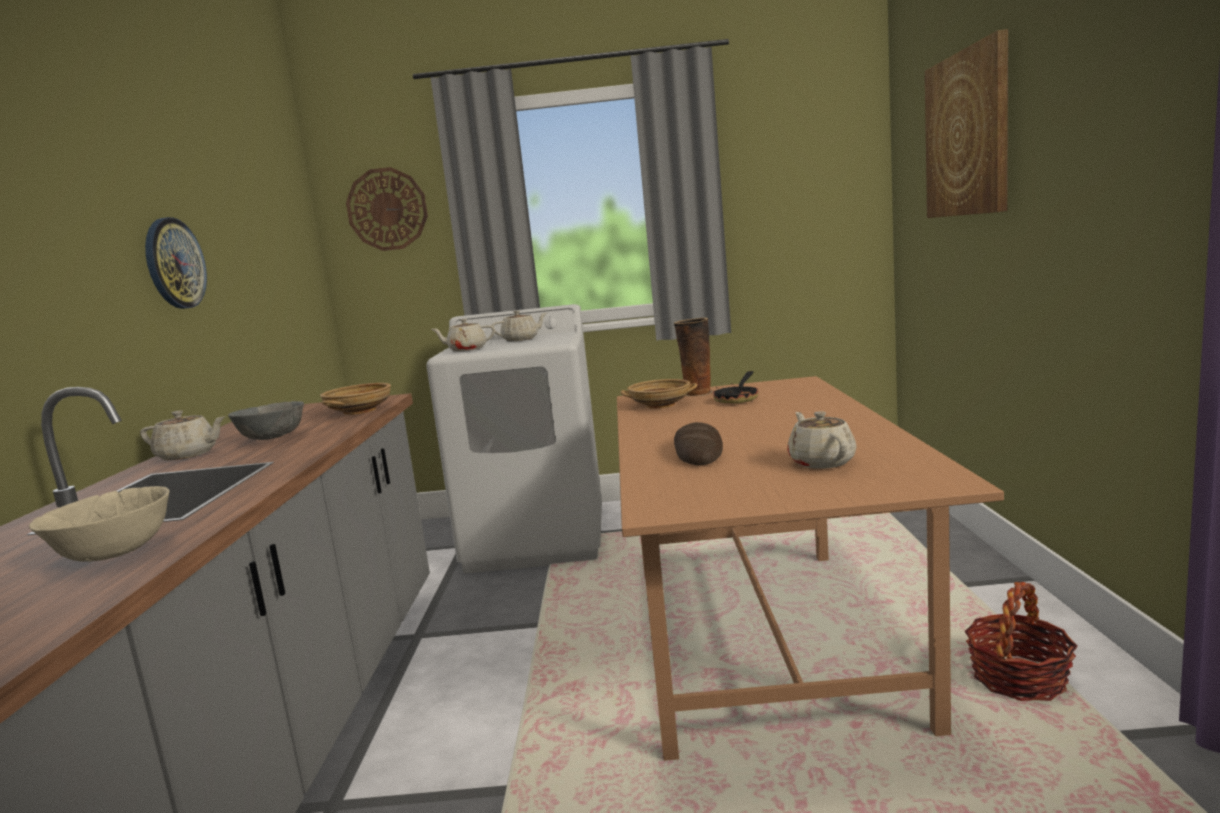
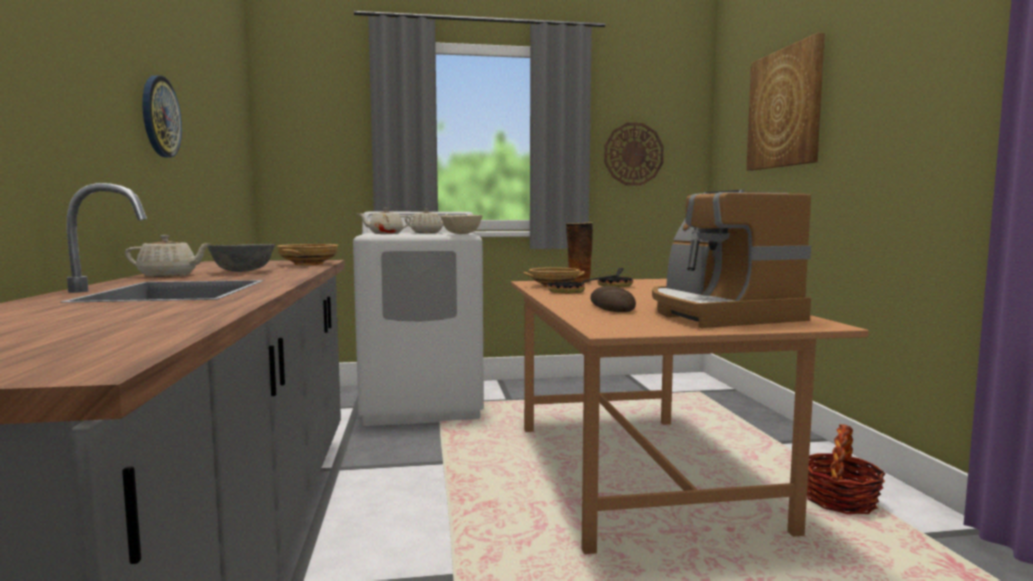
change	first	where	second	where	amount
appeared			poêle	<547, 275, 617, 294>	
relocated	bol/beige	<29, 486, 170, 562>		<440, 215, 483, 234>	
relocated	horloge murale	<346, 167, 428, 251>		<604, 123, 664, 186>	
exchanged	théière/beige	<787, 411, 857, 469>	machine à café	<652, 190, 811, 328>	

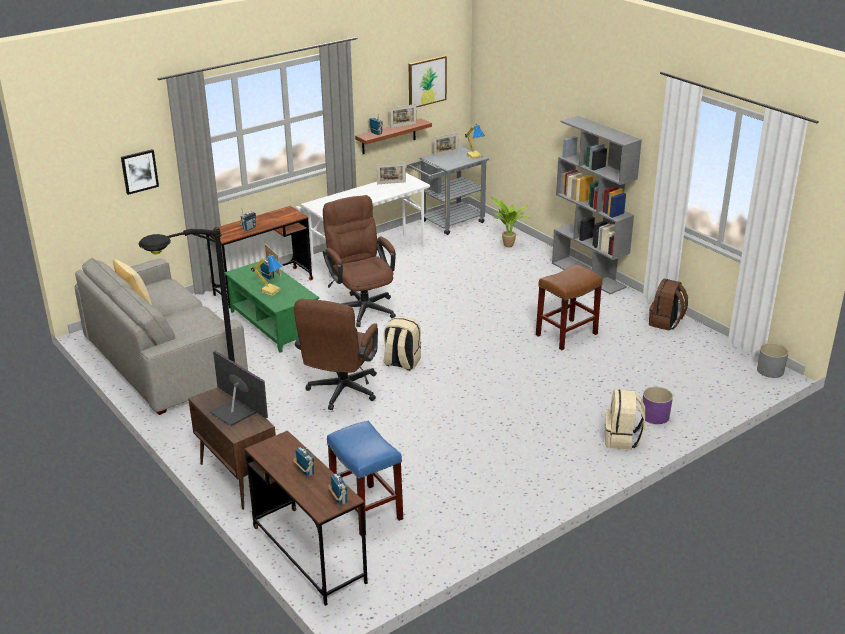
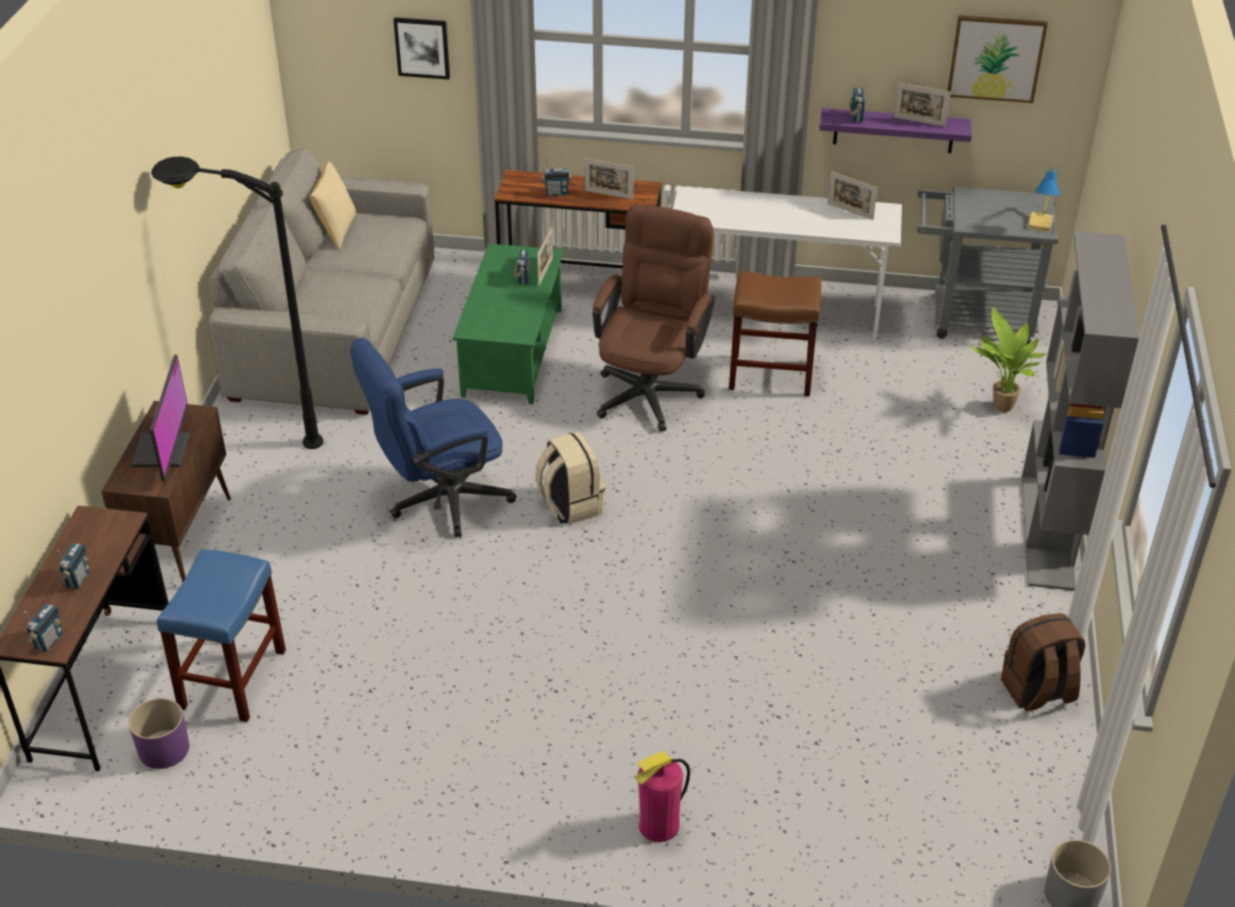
change	first	where	second	where	amount
missing	lampe de table	<251, 254, 283, 296>			
relocated	cadre photo	<434, 133, 458, 156>		<584, 158, 634, 199>	
relocated	tabouret/marron	<536, 264, 603, 350>		<729, 271, 821, 397>	
relocated	cache-pot/violet	<641, 387, 673, 424>		<128, 698, 189, 769>	
exchanged	sac à dos/beige	<605, 390, 645, 450>	extincteur	<635, 751, 690, 842>	
colour	chaise de bureau/marron	<294, 299, 378, 410>	chaise de bureau/bleu	<351, 338, 516, 537>	
colour	étagère/marron	<355, 118, 432, 154>	étagère/violet	<819, 108, 972, 153>	

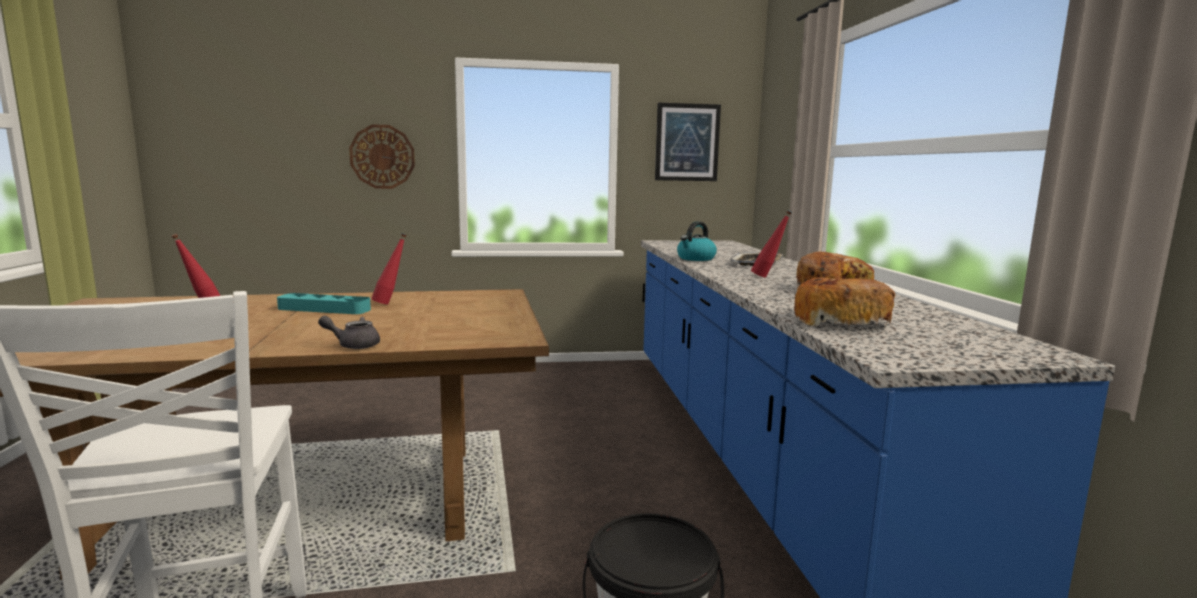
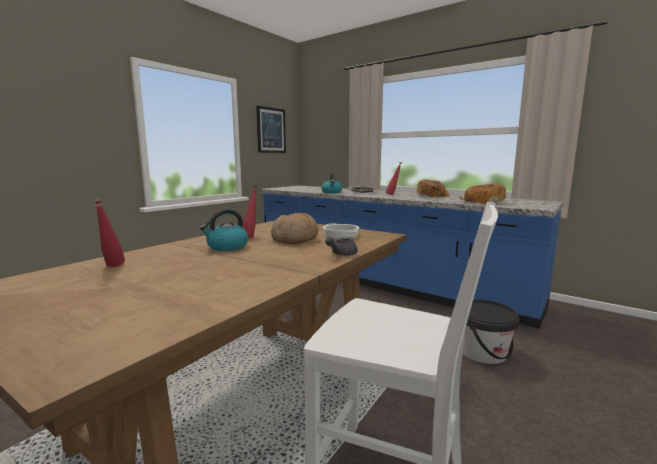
change	first	where	second	where	amount
missing	horloge murale	<349, 124, 415, 189>			
appeared			pain	<271, 213, 319, 244>	
appeared			marmite	<323, 223, 360, 238>	
exchanged	plateau/turquoise	<277, 293, 371, 314>	bouilloire	<200, 209, 248, 251>	

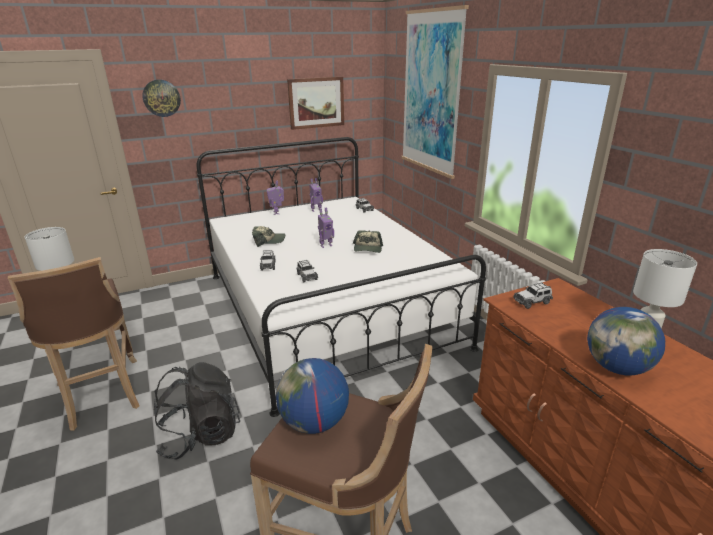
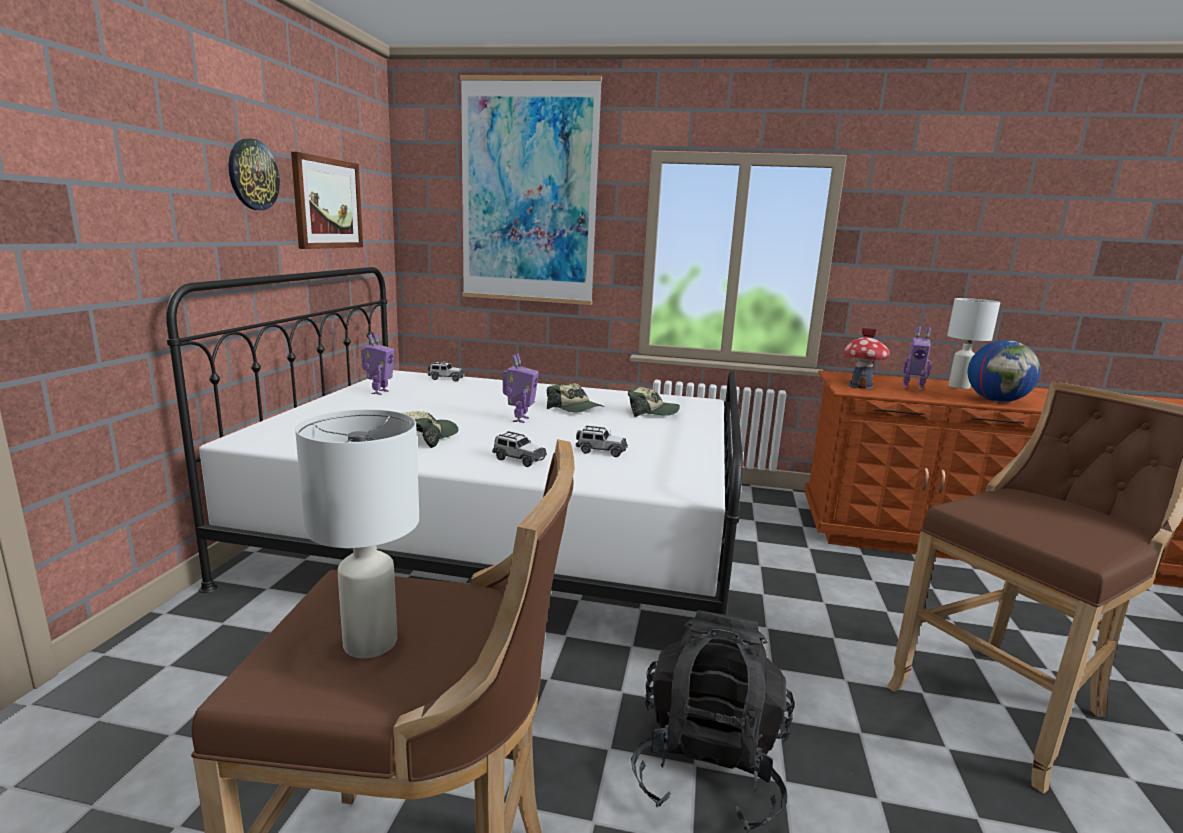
change	first	where	second	where	amount
missing	globe	<276, 358, 349, 434>			
appeared			casquette	<628, 387, 680, 417>	
relocated	horloge murale	<142, 79, 181, 117>		<229, 138, 280, 210>	
relocated	robot jouet	<267, 180, 284, 215>		<903, 326, 931, 391>	
exchanged	petite voiture	<513, 282, 553, 309>	maison miniature	<844, 328, 890, 389>	

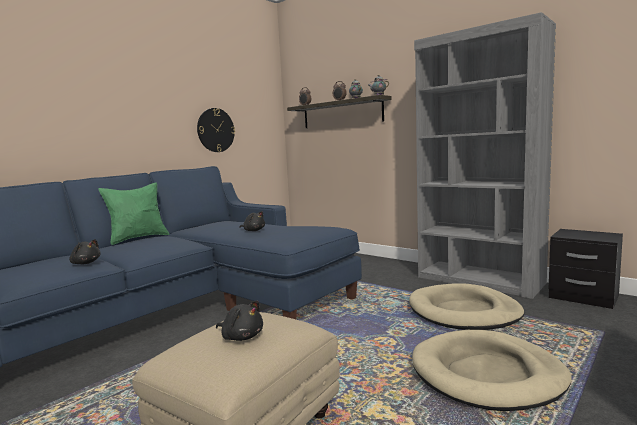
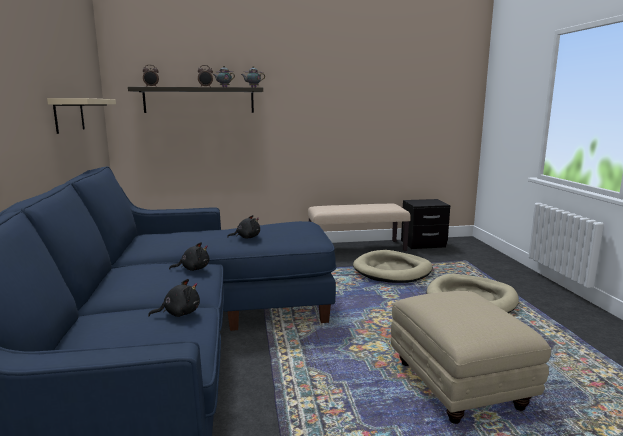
change	first	where	second	where	amount
missing	coussin/vert	<99, 182, 169, 245>			
relocated	peluche/noir	<216, 300, 263, 341>		<169, 242, 209, 271>	
exchanged	horloge murale	<197, 108, 235, 152>	étagère/beige	<47, 98, 116, 134>	
exchanged	bibliothèque/gris	<414, 12, 556, 299>	banc/beige	<308, 203, 411, 251>	

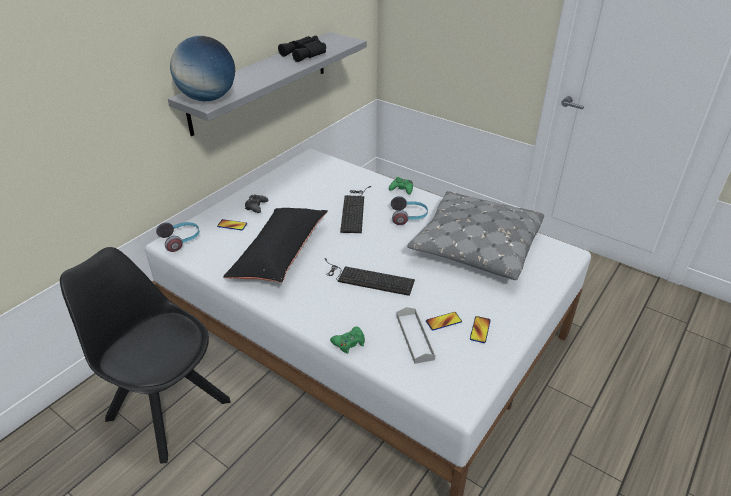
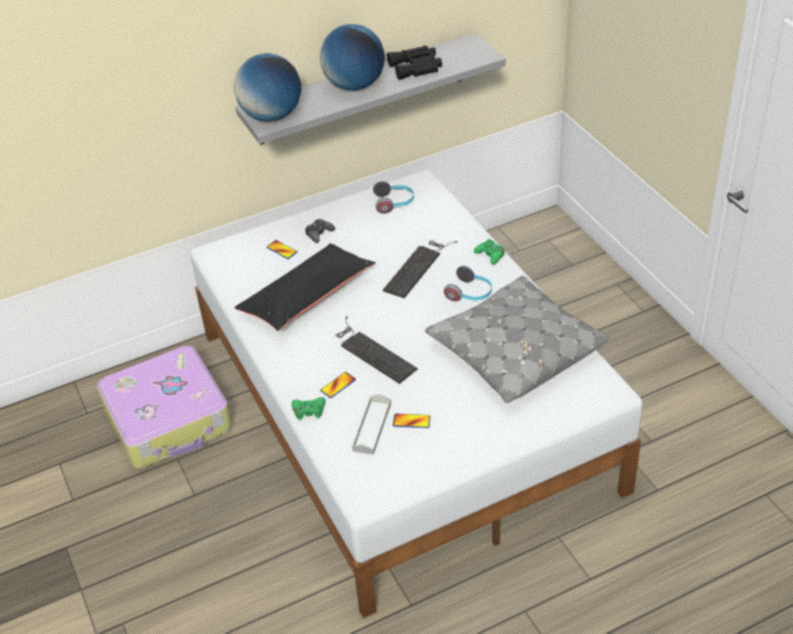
change	first	where	second	where	amount
appeared			globe	<320, 24, 385, 91>	
relocated	casque audio	<156, 222, 199, 252>		<373, 181, 414, 214>	
relocated	téléphone	<470, 316, 491, 343>		<320, 372, 356, 398>	
exchanged	chaise/noir	<60, 247, 231, 464>	valise	<97, 345, 232, 469>	

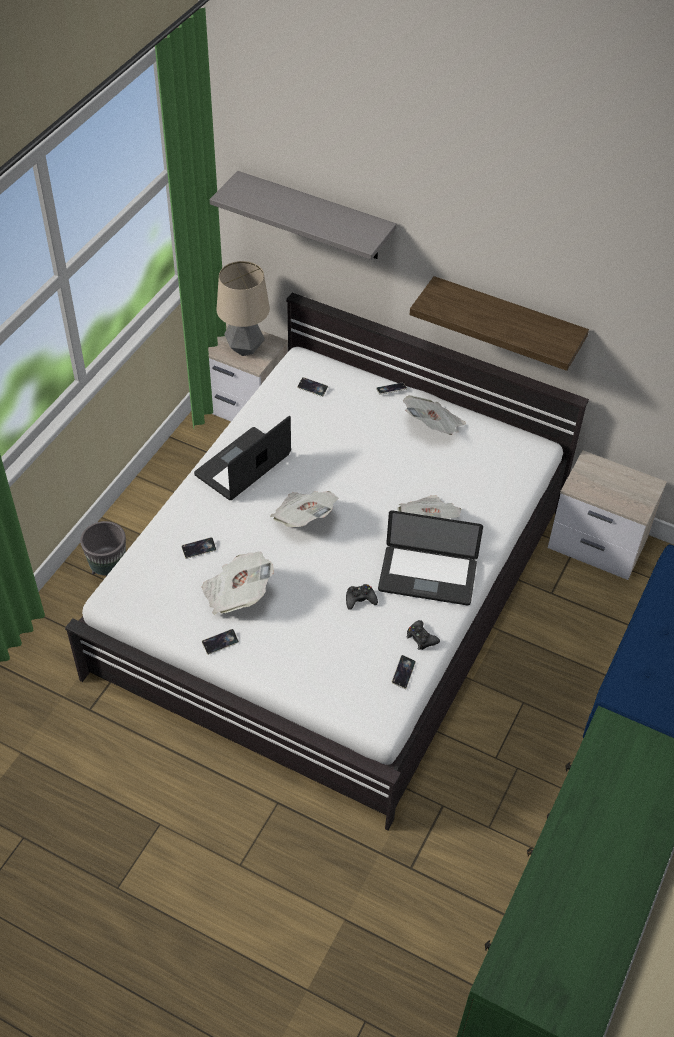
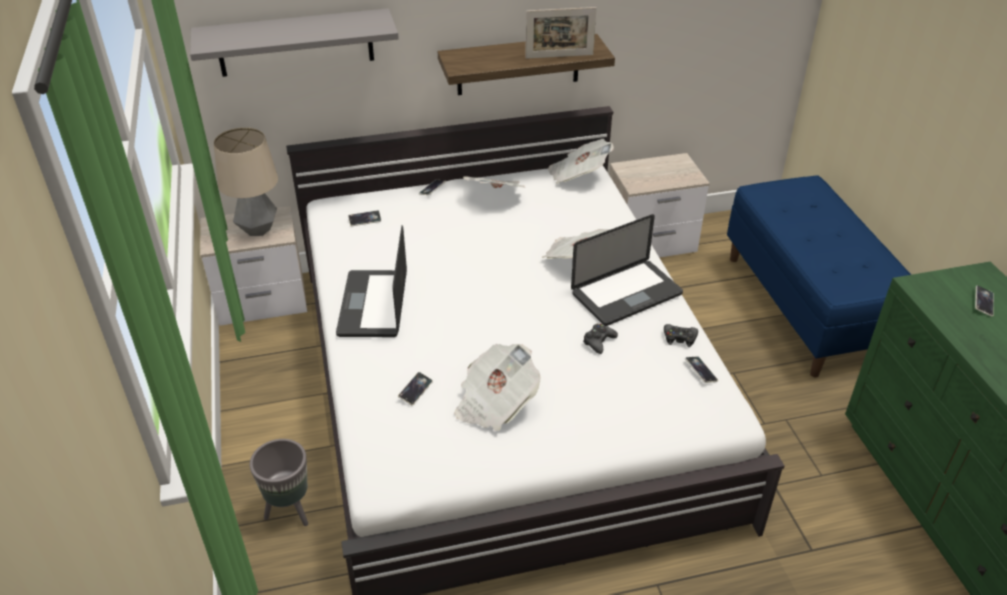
change	first	where	second	where	amount
appeared			cadre photo	<525, 7, 597, 59>	
relocated	téléphone	<202, 629, 239, 655>		<975, 286, 994, 316>	
relocated	journal	<270, 491, 339, 527>		<548, 139, 614, 184>	

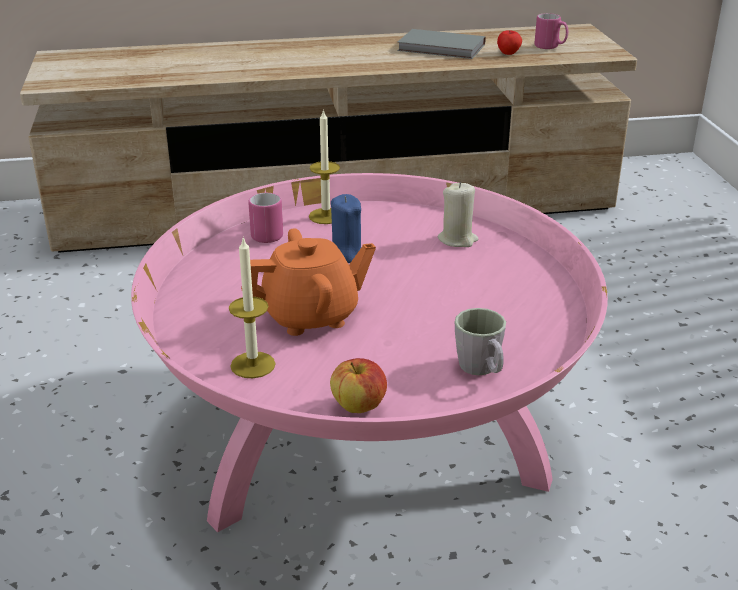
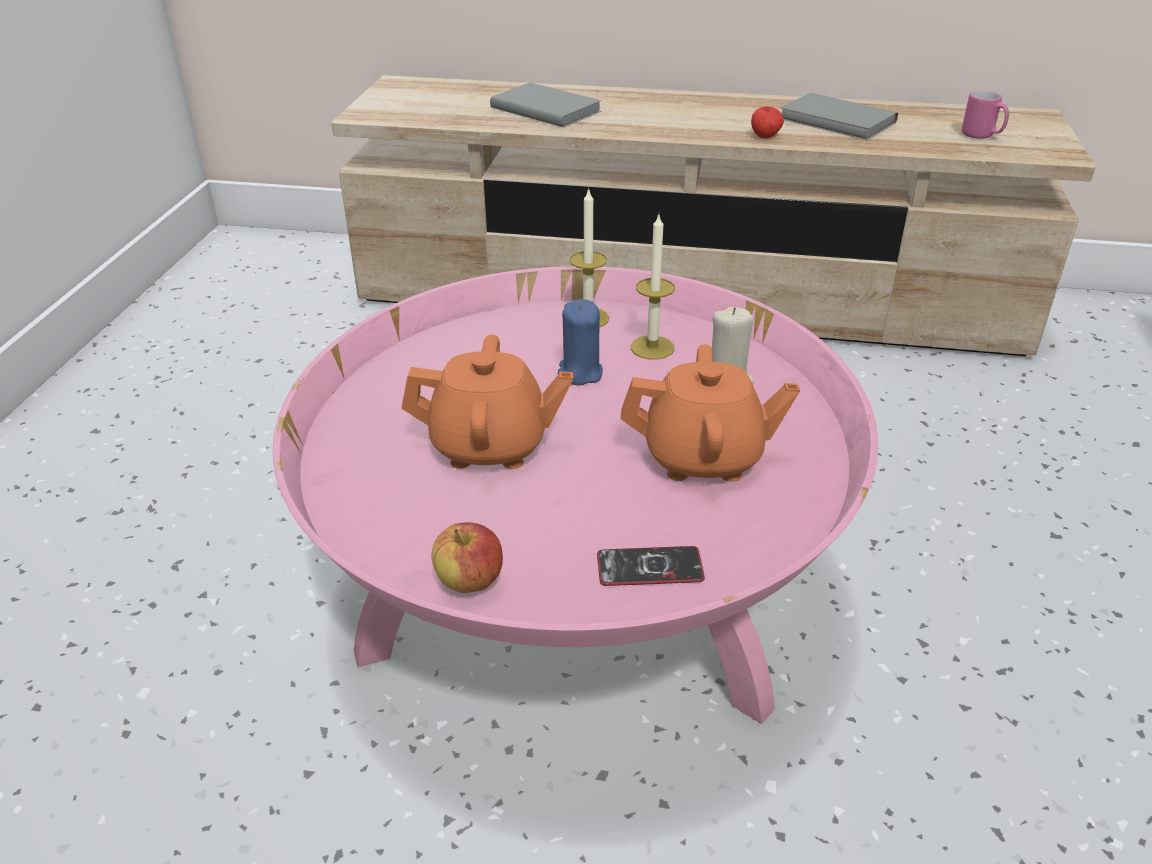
change	first	where	second	where	amount
missing	mug/rose	<248, 193, 283, 243>			
appeared			livre/gris	<490, 82, 602, 127>	
appeared			théière/orange	<621, 344, 800, 482>	
relocated	bougie	<229, 236, 276, 378>		<631, 215, 675, 360>	
relocated	pomme	<497, 30, 522, 55>		<751, 106, 784, 139>	
exchanged	mug/gris	<455, 308, 506, 375>	téléphone	<597, 546, 705, 586>	

